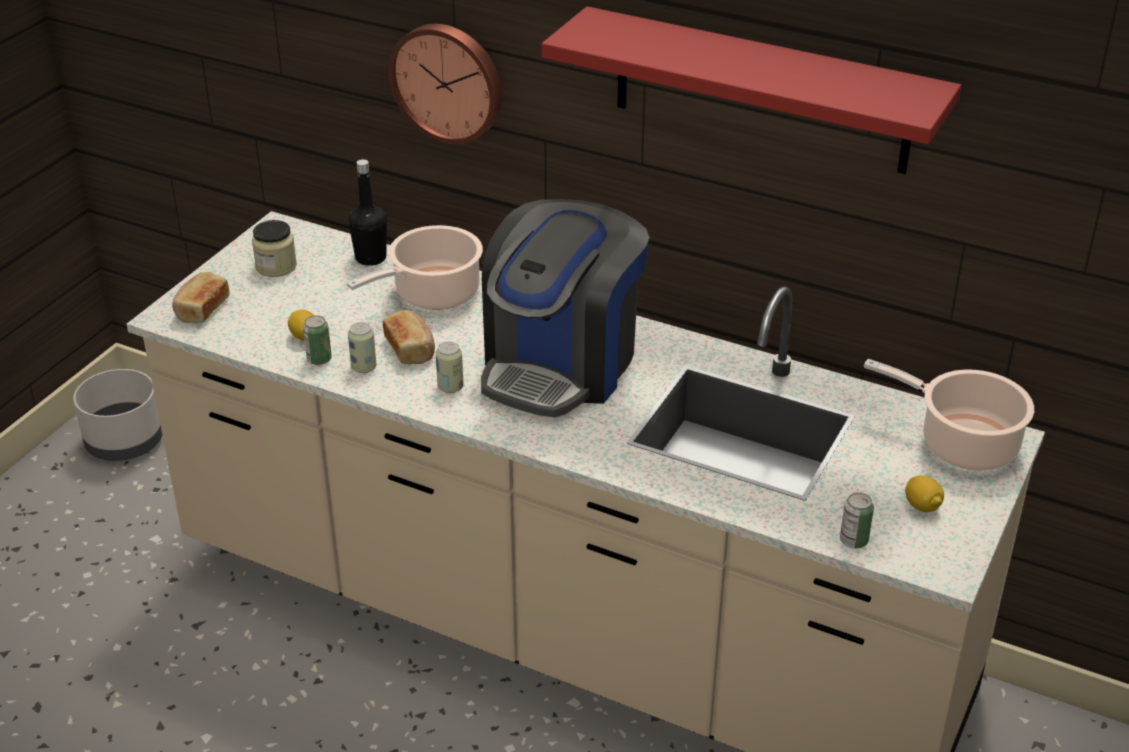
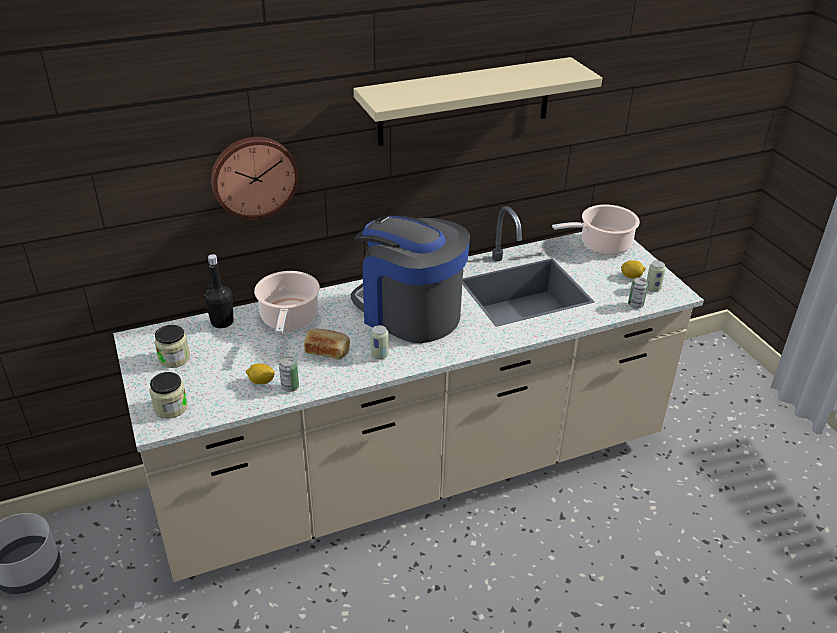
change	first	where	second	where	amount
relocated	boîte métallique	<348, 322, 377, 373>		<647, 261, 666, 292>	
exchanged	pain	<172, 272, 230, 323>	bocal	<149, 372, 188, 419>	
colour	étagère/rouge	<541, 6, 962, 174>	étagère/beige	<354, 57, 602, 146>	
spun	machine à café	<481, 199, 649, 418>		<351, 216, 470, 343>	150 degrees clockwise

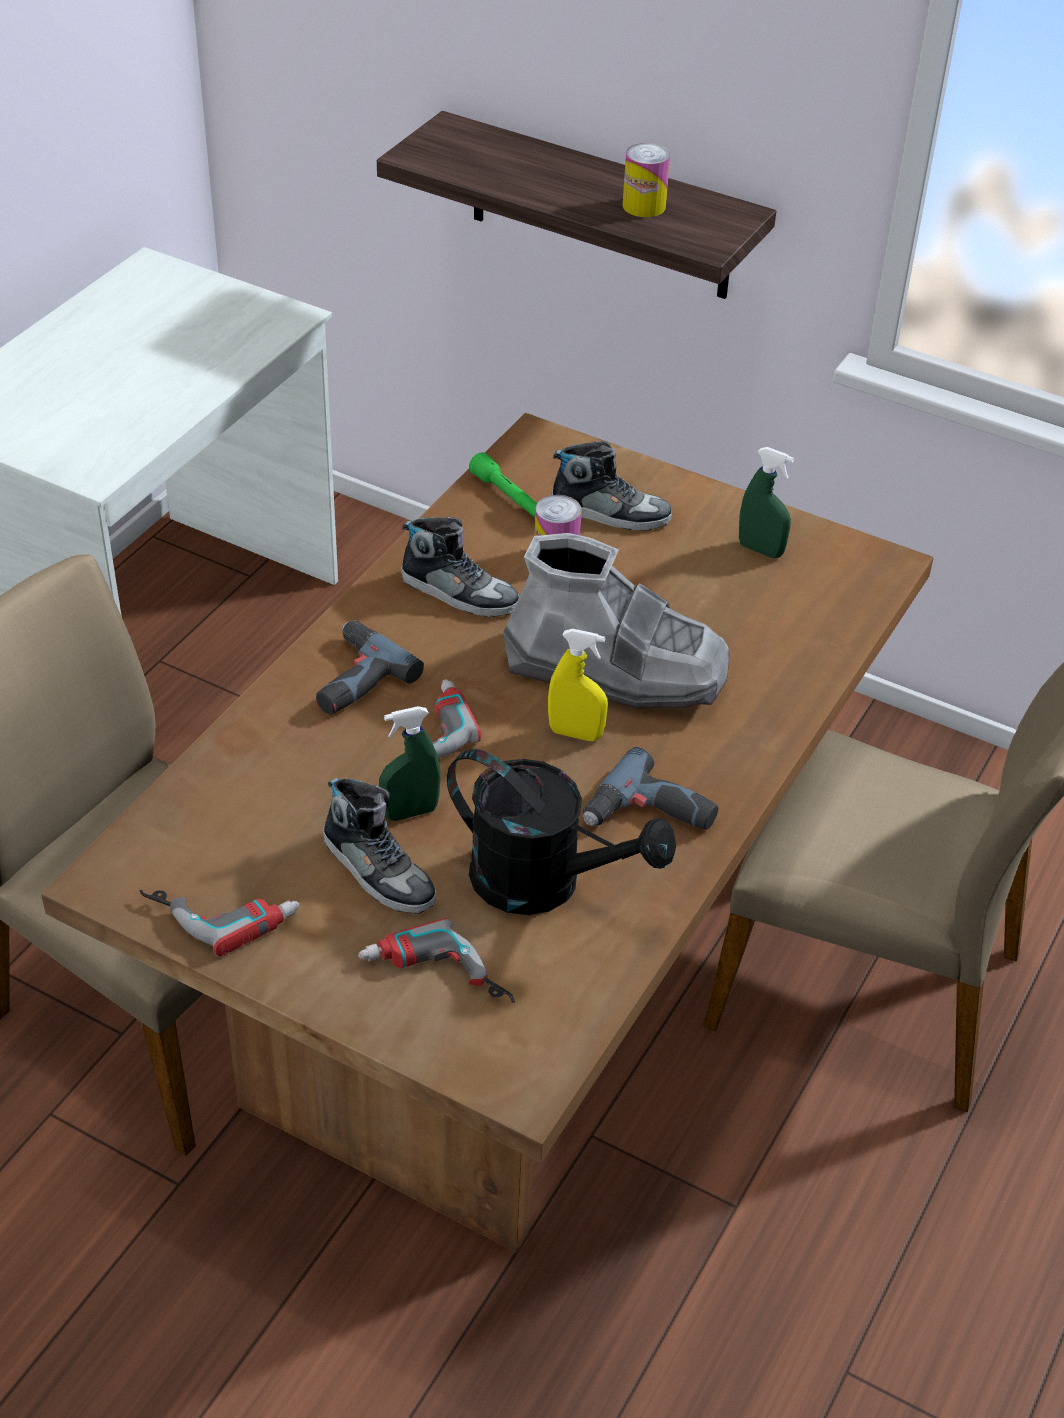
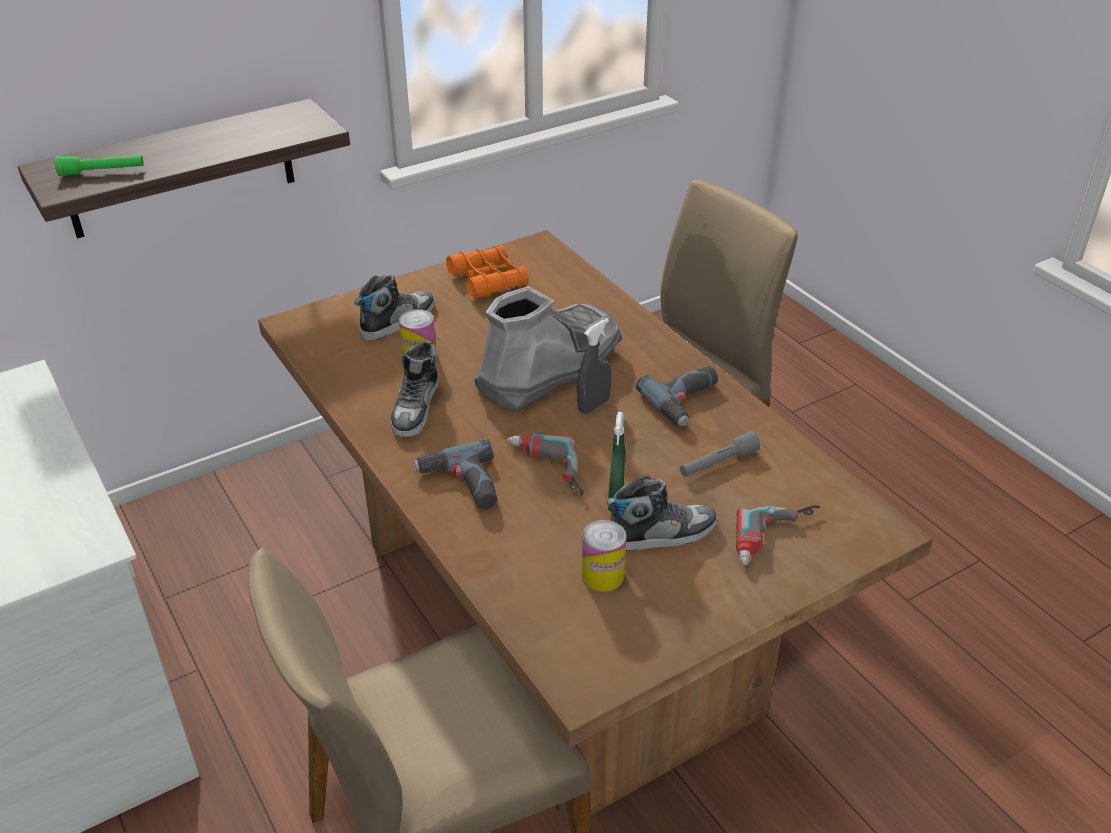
change	first	where	second	where	amount
missing	perceuse	<140, 890, 300, 956>			
relocated	lampe de poche/vert	<469, 452, 537, 518>		<55, 155, 144, 176>	
relocated	boîte métallique	<622, 143, 670, 217>		<582, 520, 626, 592>	
exchanged	arrosoir/noir	<447, 749, 676, 915>	lampe de poche/gris	<680, 431, 760, 477>	
exchanged	vaporisateur/vert	<739, 447, 794, 558>	jumelles/orange	<446, 245, 529, 298>	
colour	vaporisateur/jaune	<548, 629, 608, 741>	vaporisateur/gris	<577, 319, 611, 414>	
spun	chaussure	<401, 517, 519, 617>		<391, 341, 438, 437>	135 degrees clockwise

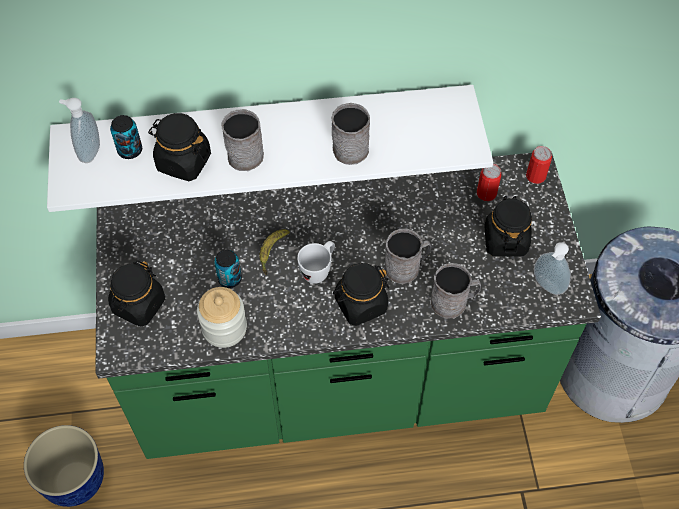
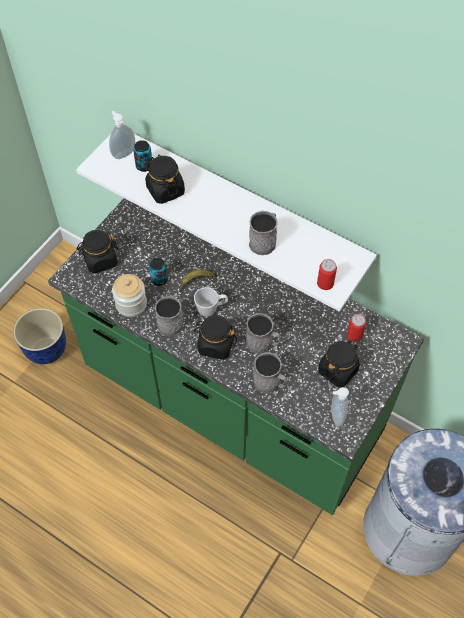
change	first	where	second	where	amount
relocated	mug/gris	<222, 109, 264, 171>		<155, 296, 185, 336>	
relocated	boîte métallique	<526, 146, 552, 184>		<317, 259, 337, 290>	

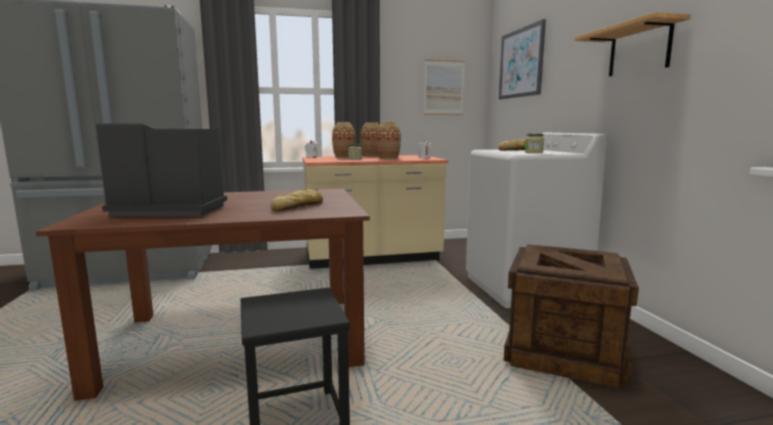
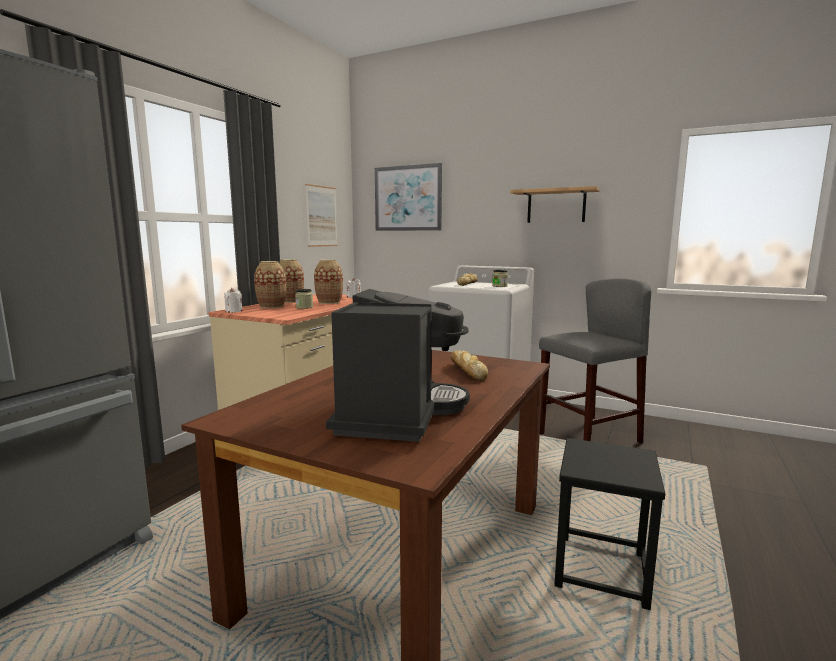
change	first	where	second	where	amount
exchanged	caisse	<504, 244, 639, 388>	tabouret/gris	<539, 278, 652, 443>	
spun	machine à café	<96, 124, 227, 217>		<326, 289, 470, 442>	150 degrees clockwise

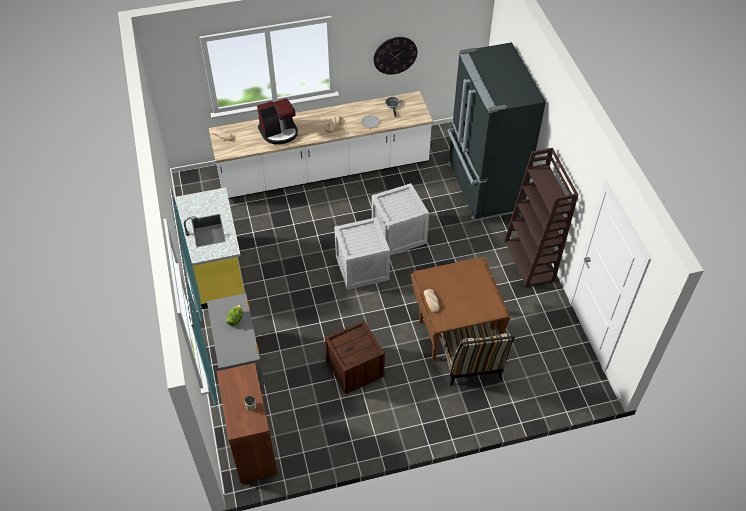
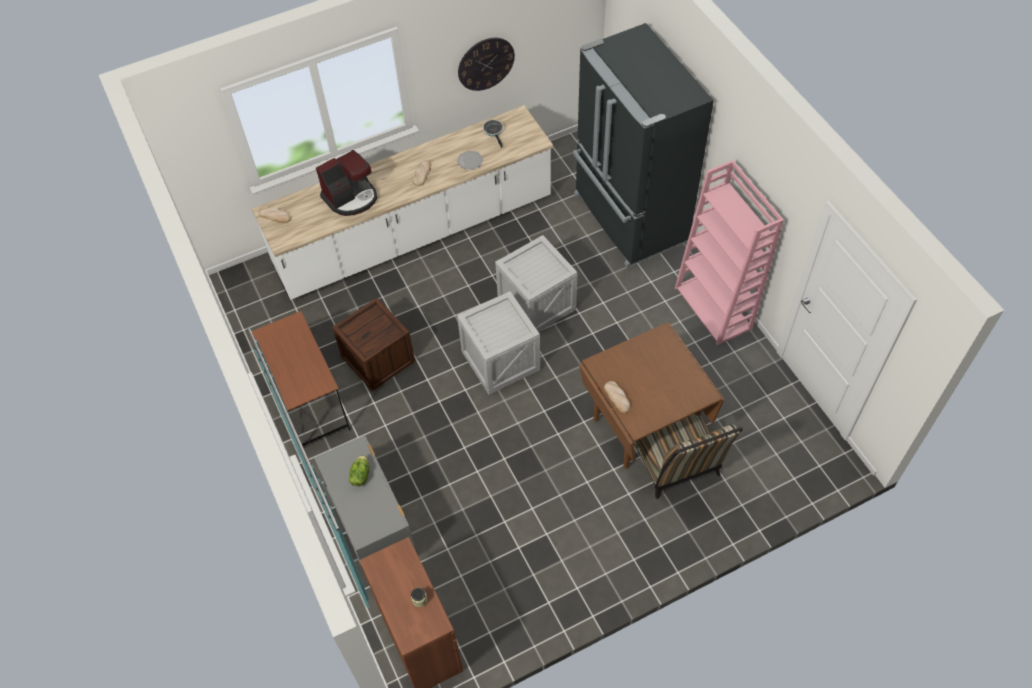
change	first	where	second	where	amount
relocated	caisse	<325, 320, 385, 394>		<332, 298, 415, 391>	
exchanged	comptoir de cuisine/jaune	<176, 187, 244, 309>	bureau/marron	<248, 311, 350, 446>	
colour	bibliothèque/marron	<504, 148, 579, 287>	bibliothèque/rose	<675, 160, 784, 345>	

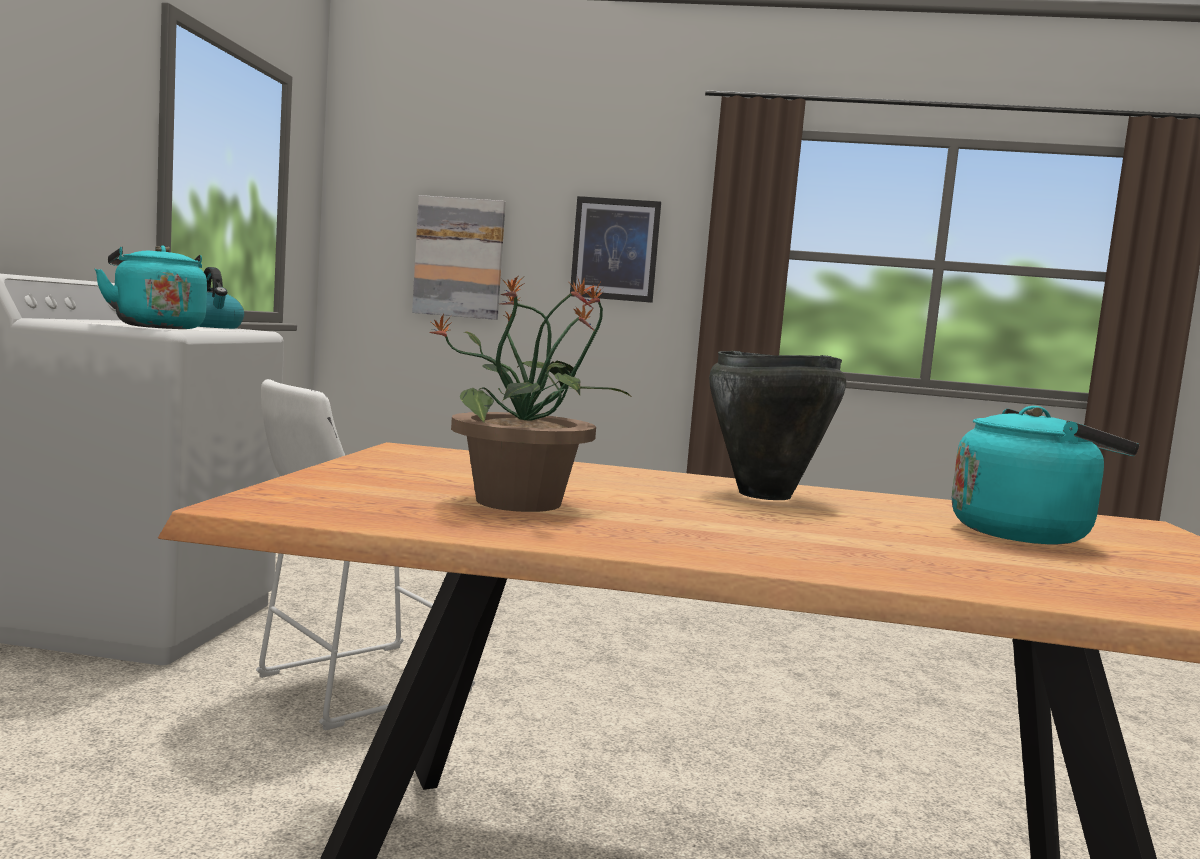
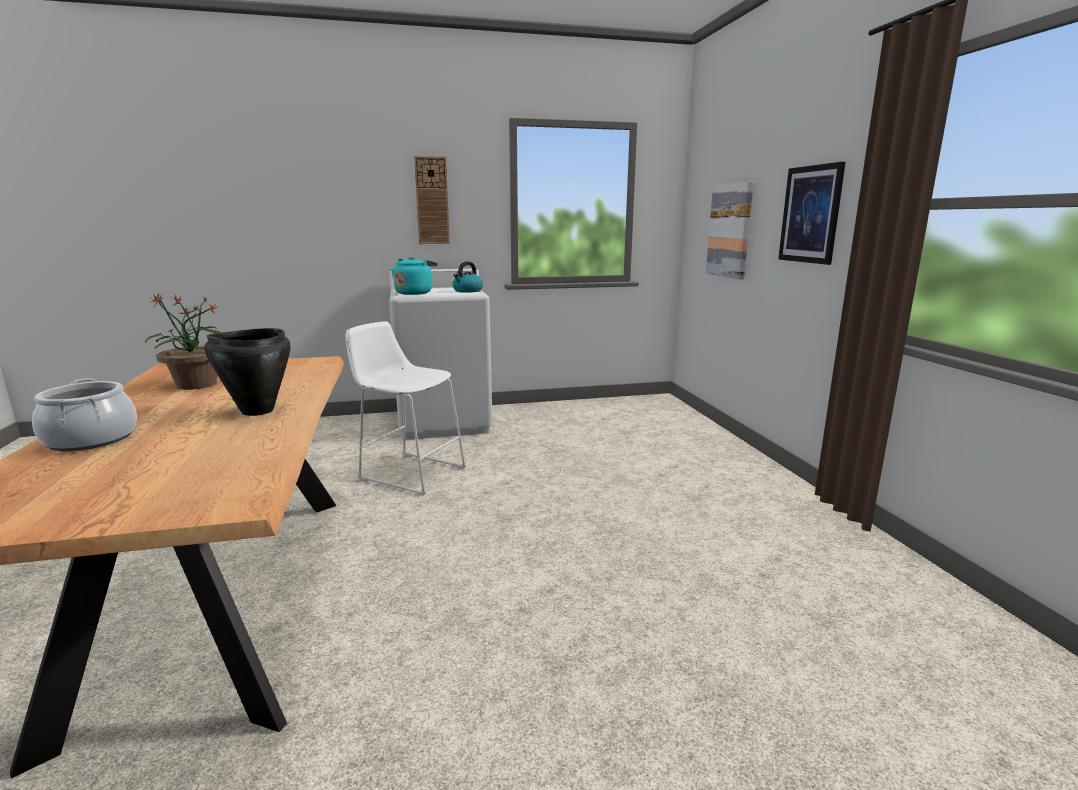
change	first	where	second	where	amount
missing	bouilloire/turquoise	<952, 406, 1139, 544>			
appeared			marmite	<32, 378, 137, 451>	
appeared			horloge murale	<414, 156, 450, 244>	

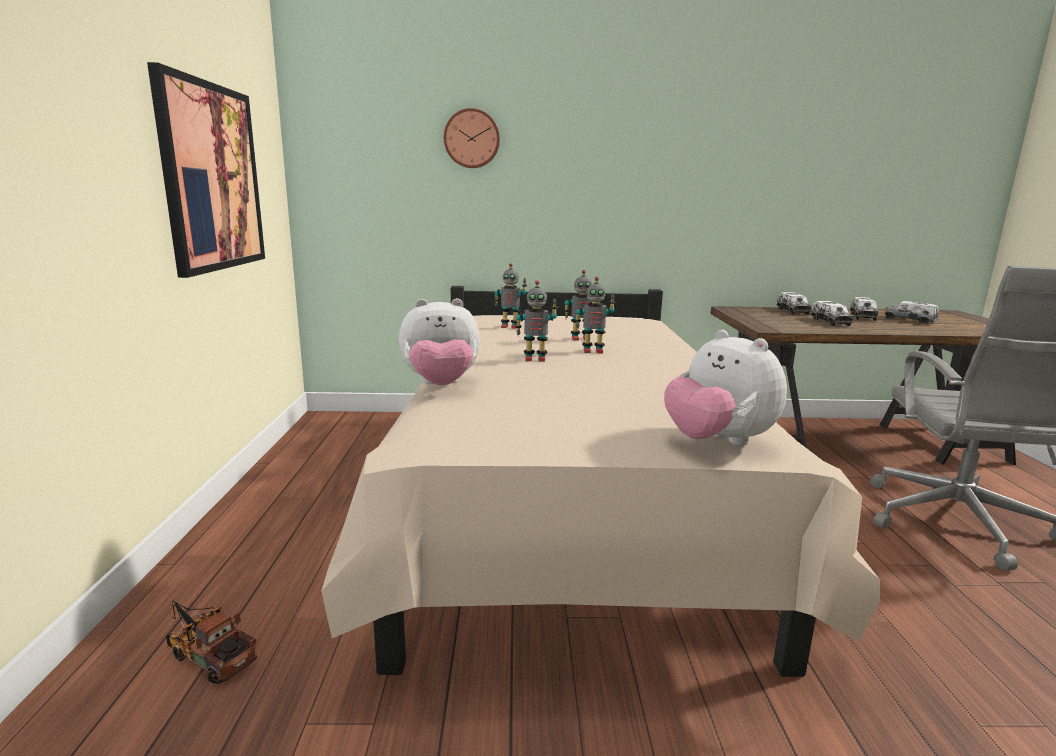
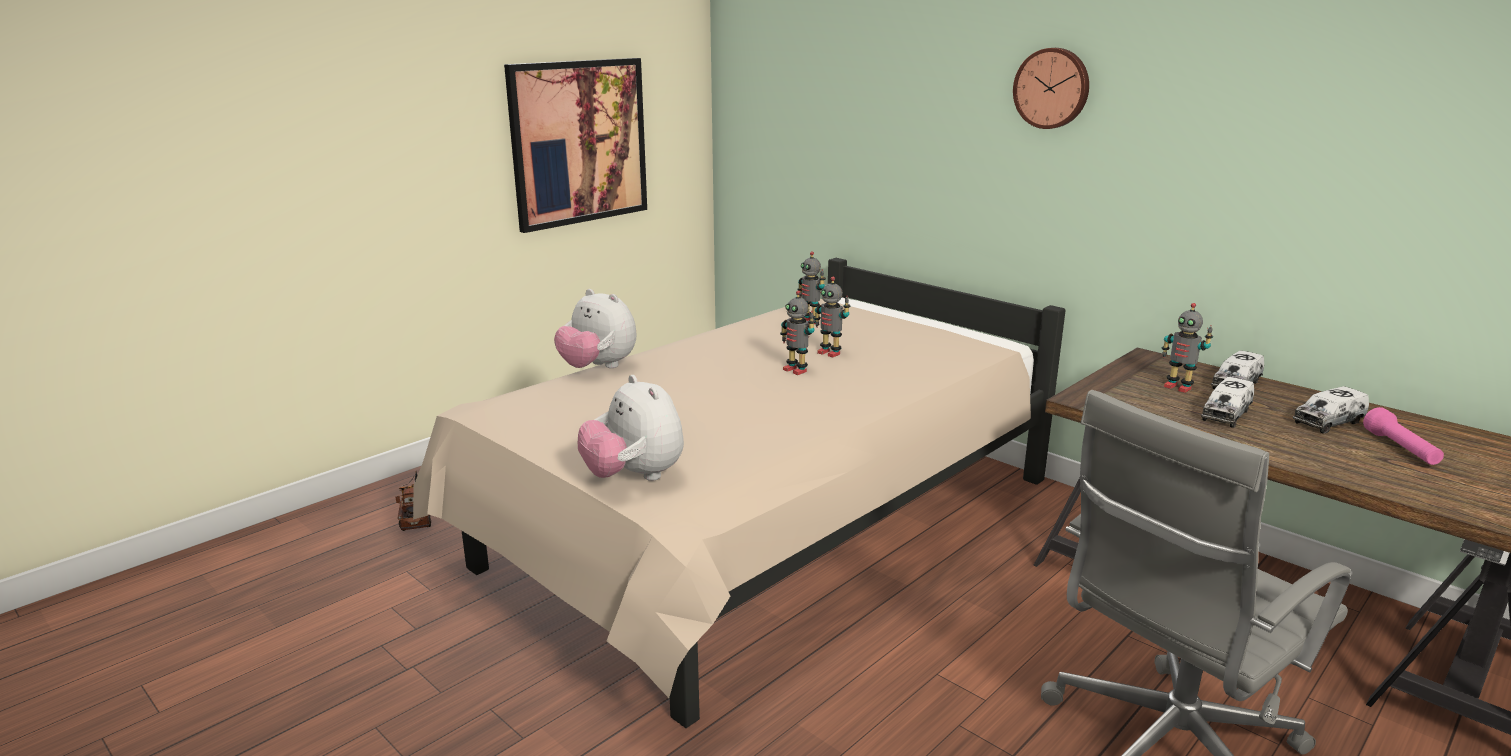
change	first	where	second	where	amount
relocated	horloge murale	<444, 108, 500, 168>		<1013, 48, 1089, 129>	
relocated	robot jouet	<515, 280, 558, 362>		<1162, 303, 1213, 393>	
exchanged	camion jouet	<884, 301, 939, 324>	lampe de poche/rose	<1363, 407, 1444, 465>	
spun	peluche	<664, 330, 787, 446>		<578, 375, 684, 481>	45 degrees counterclockwise

